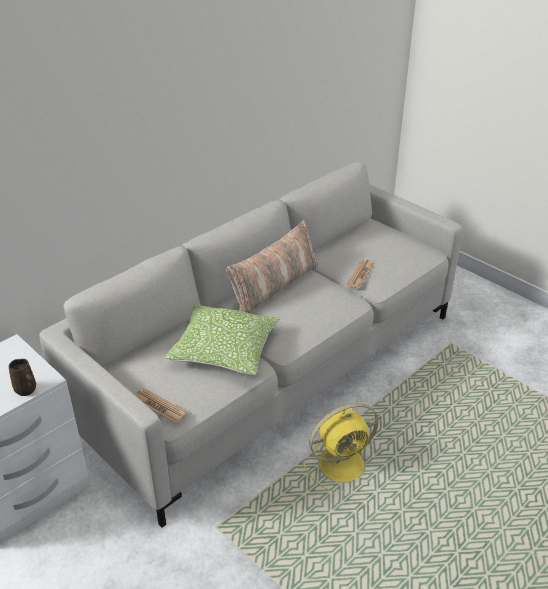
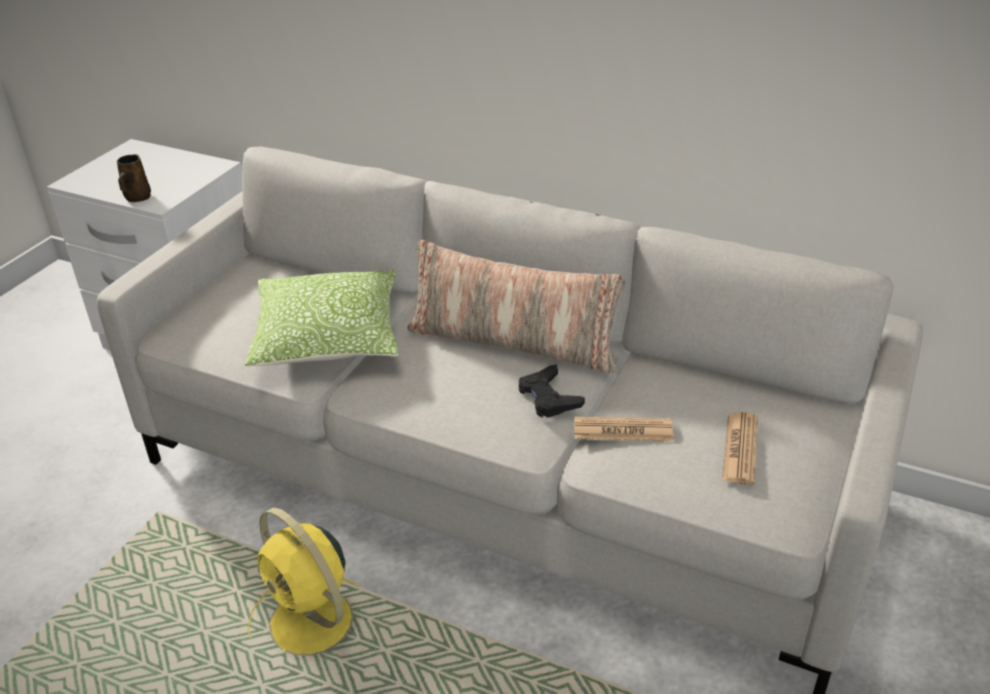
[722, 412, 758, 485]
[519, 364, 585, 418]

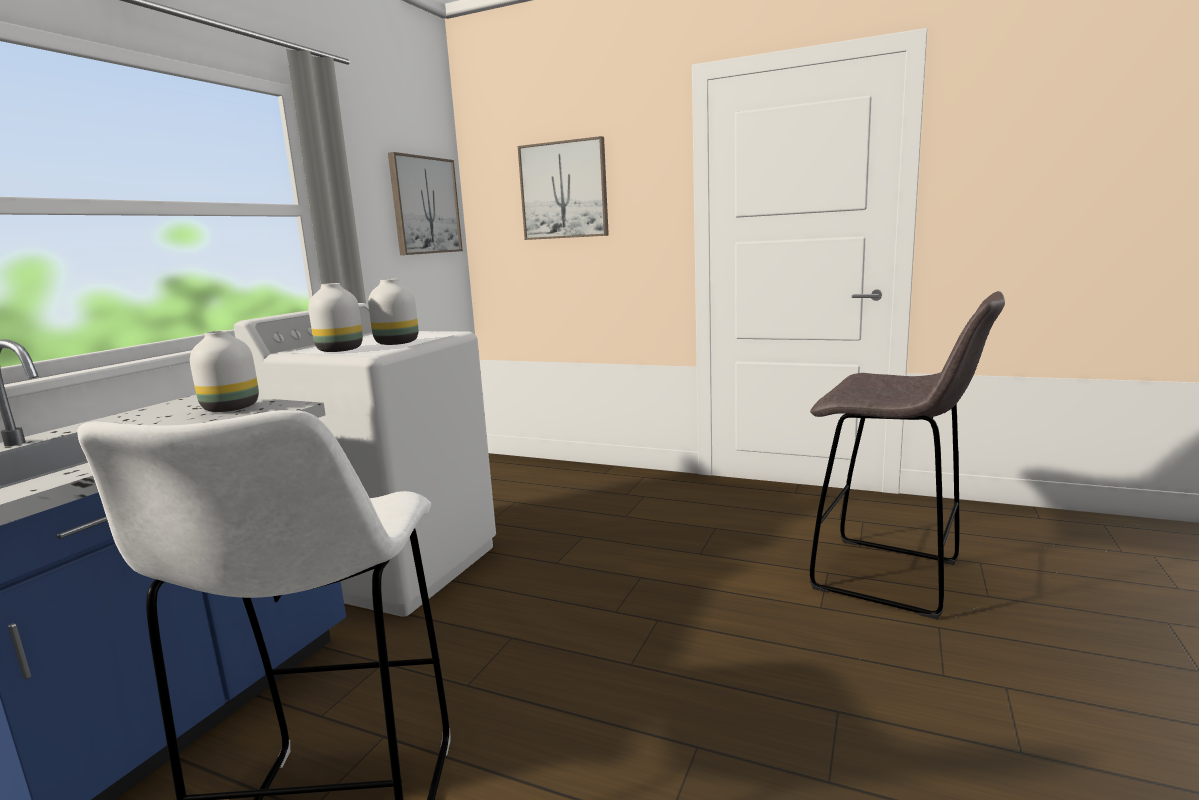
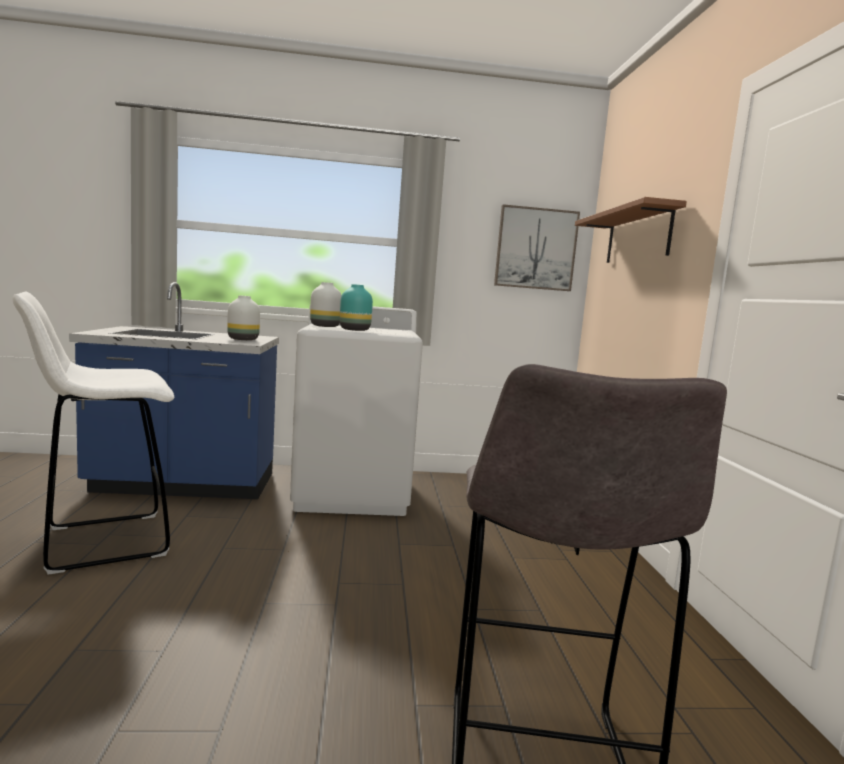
[340, 284, 373, 331]
[575, 197, 687, 263]

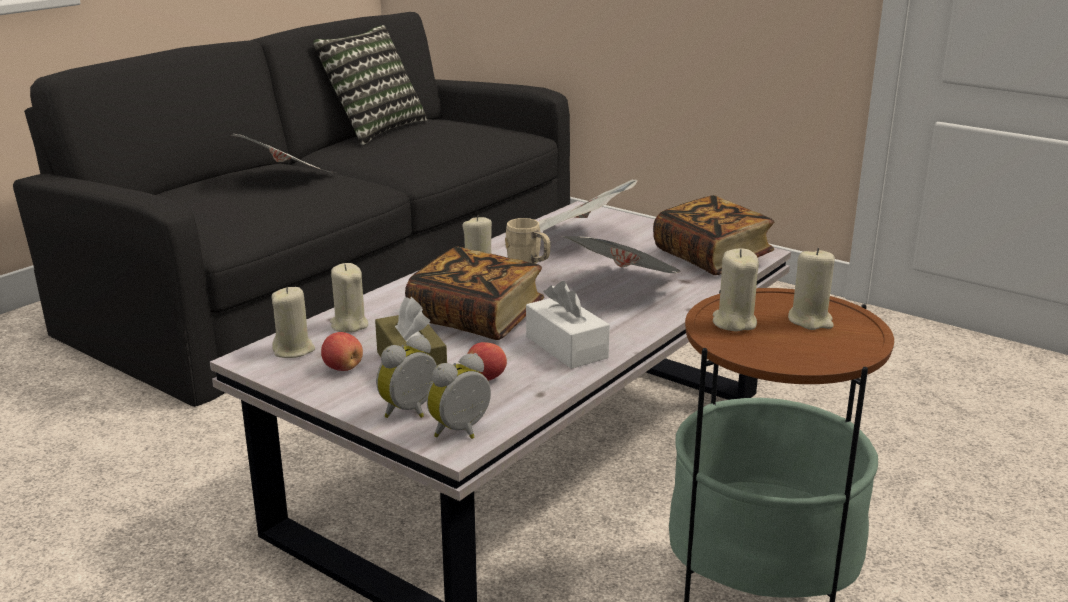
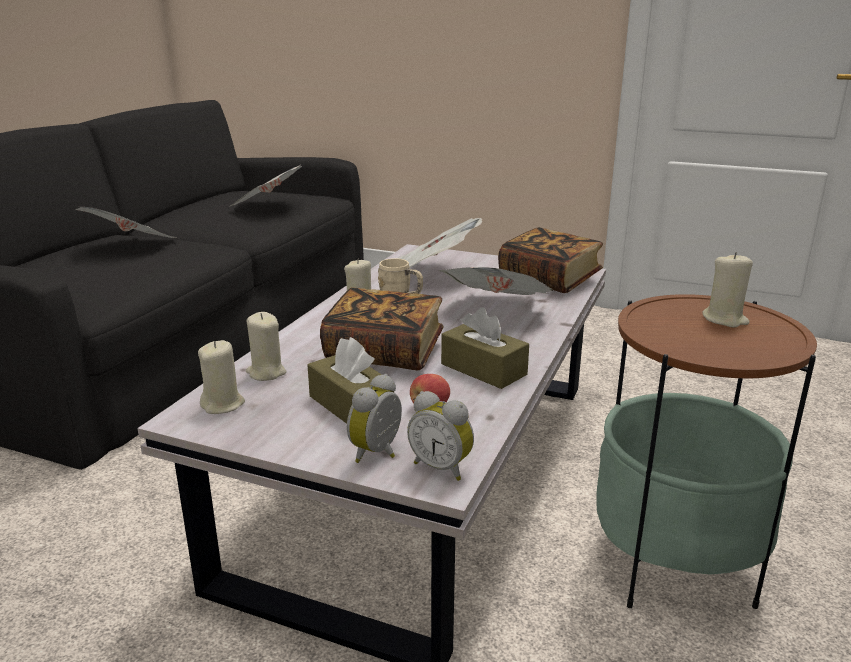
[313, 25, 428, 145] (first image)
[321, 332, 363, 371] (first image)
[407, 391, 474, 481]
[441, 308, 529, 389]
[713, 248, 759, 332] (first image)
[230, 165, 302, 206]

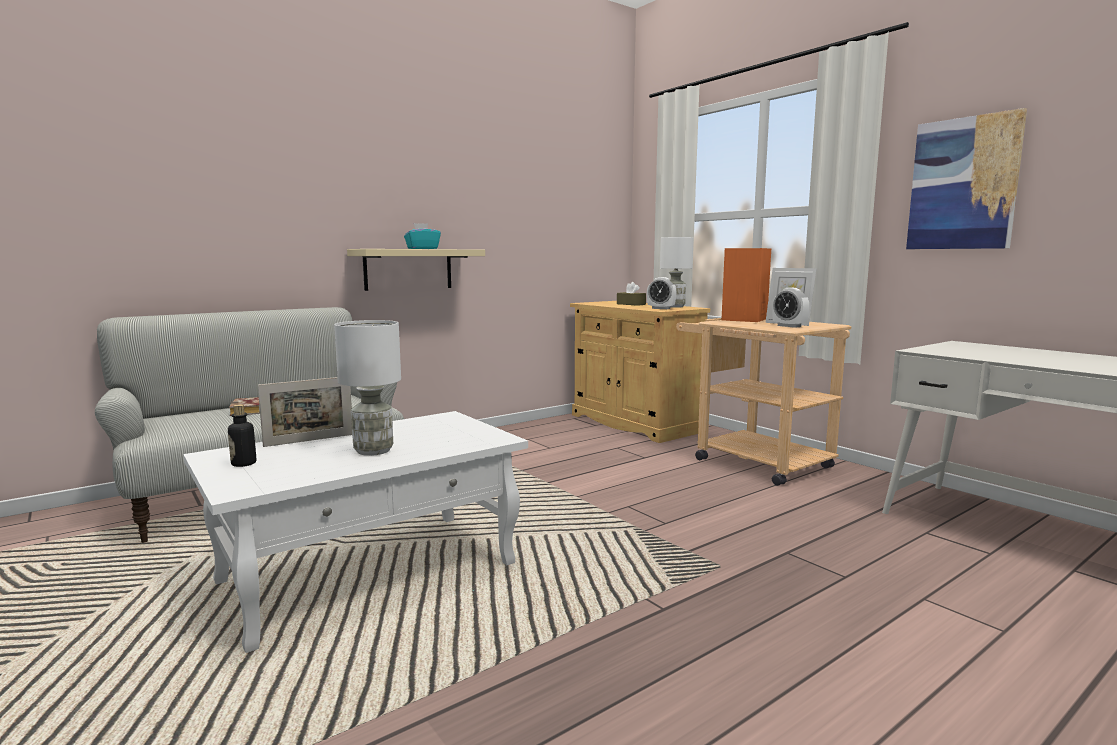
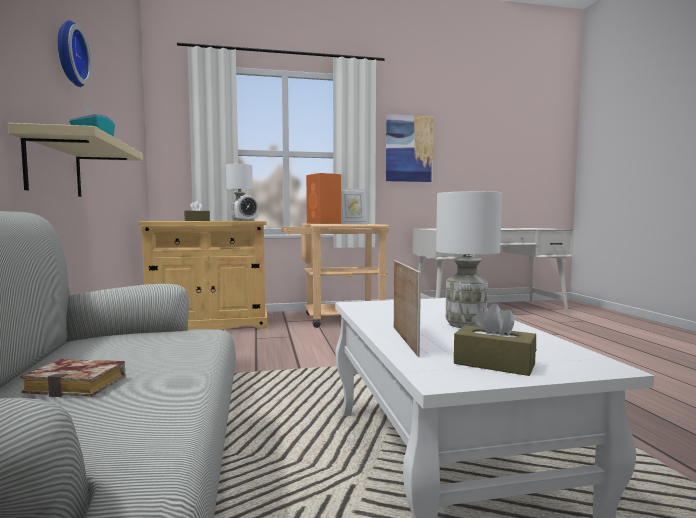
[454, 304, 536, 376]
[772, 288, 809, 328] (first image)
[58, 20, 91, 87]

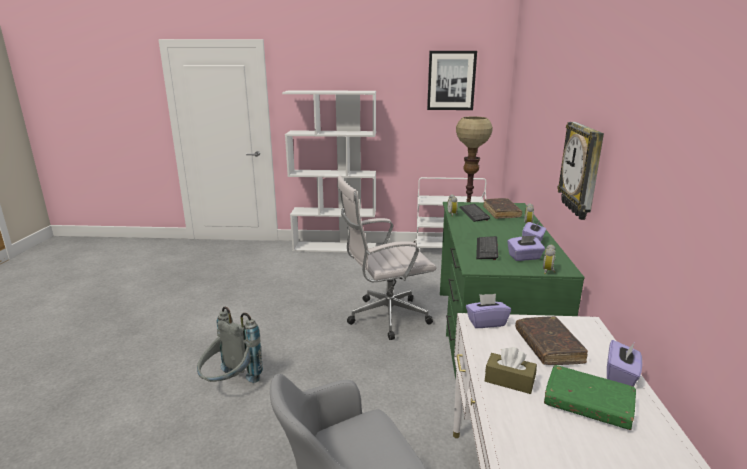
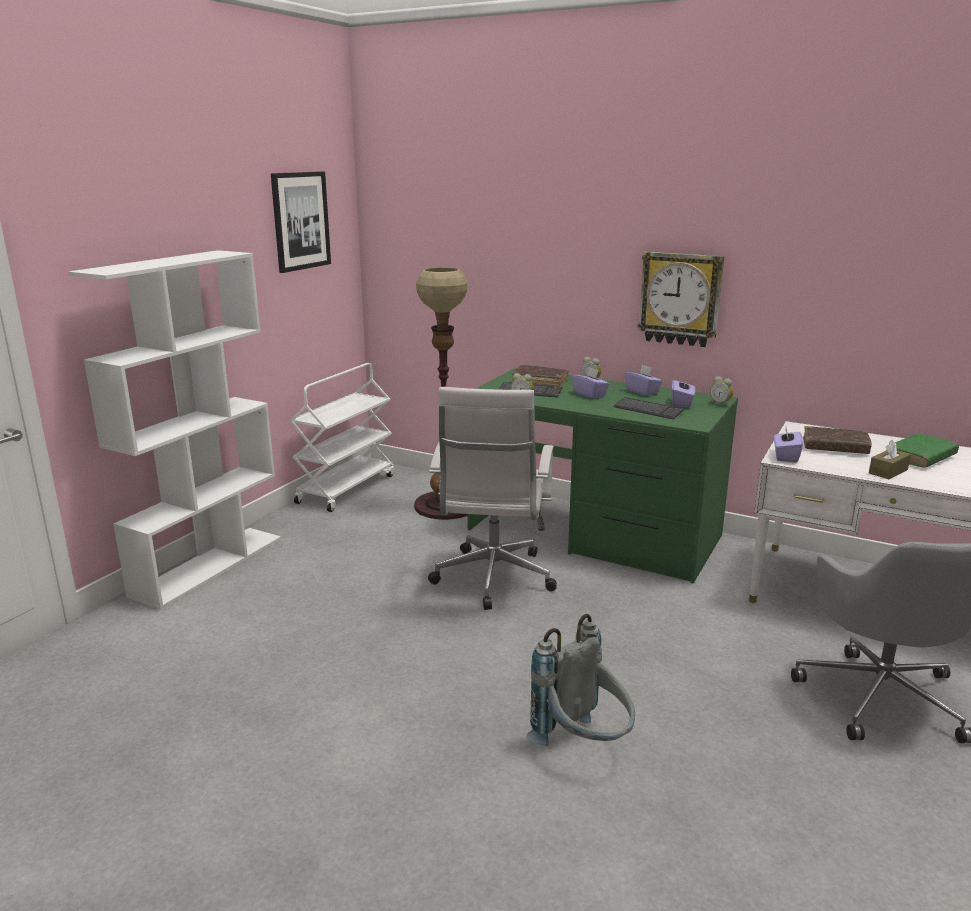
[572, 367, 609, 399]

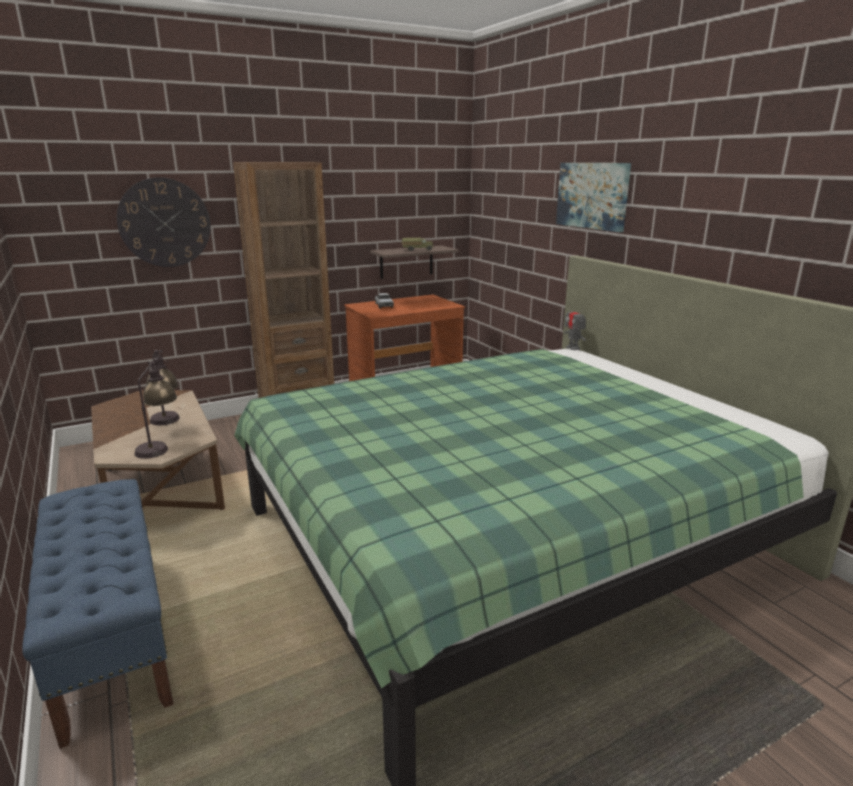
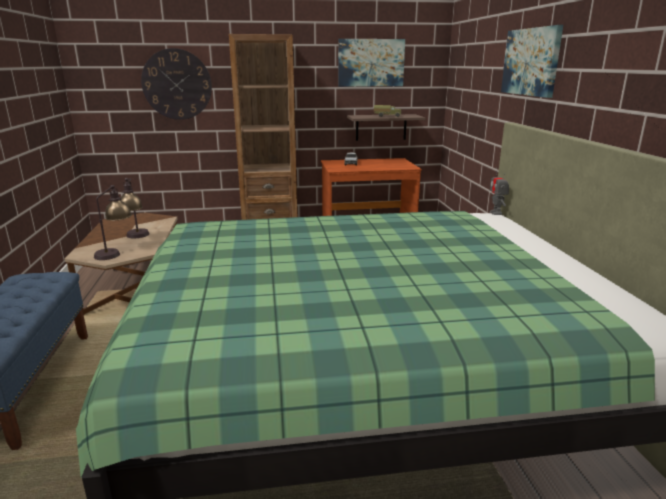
[338, 39, 405, 87]

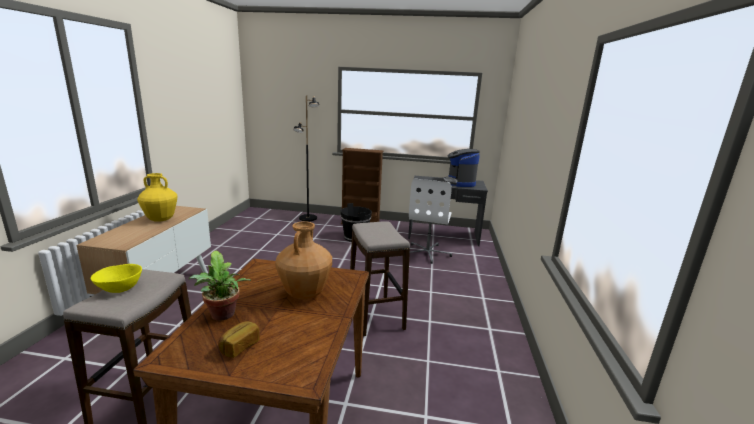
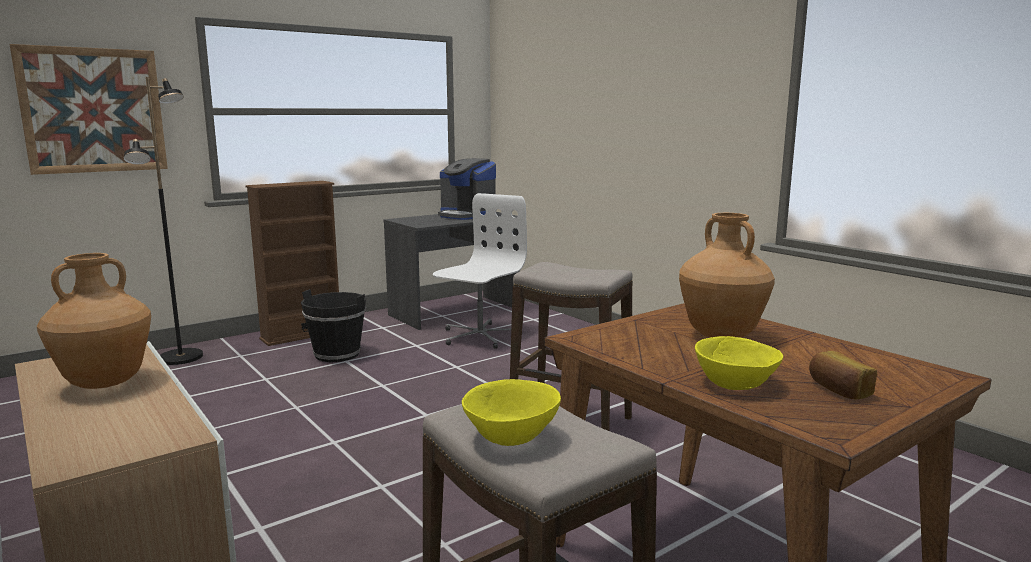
[37, 253, 151, 389]
[695, 336, 783, 390]
[433, 193, 527, 349]
[10, 44, 168, 175]

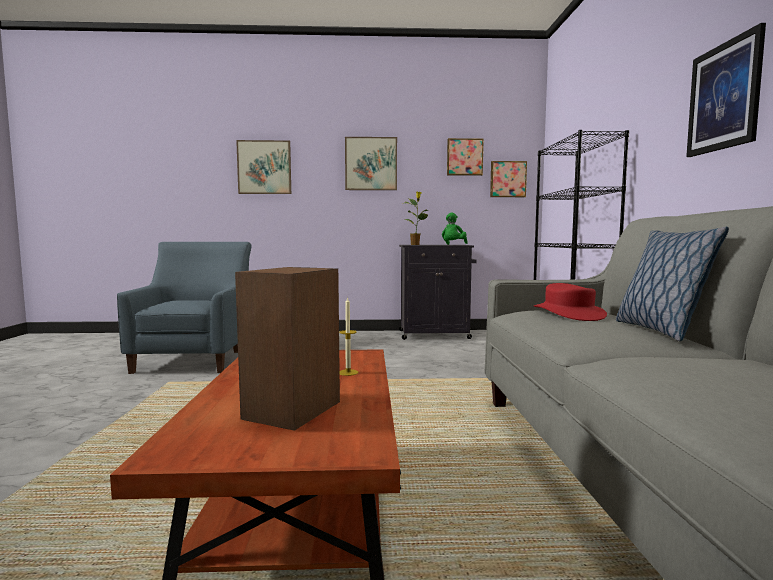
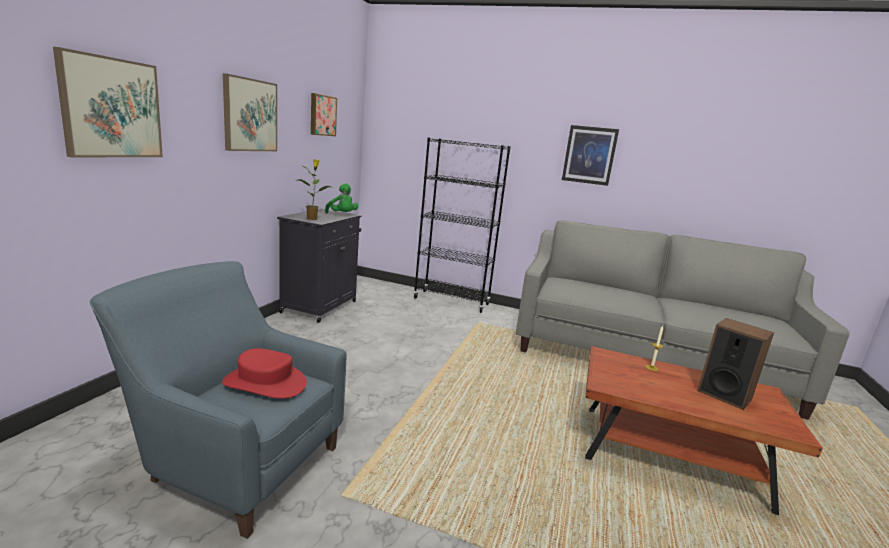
[490, 161, 527, 197] (first image)
[222, 348, 307, 399]
[616, 227, 729, 341] (first image)

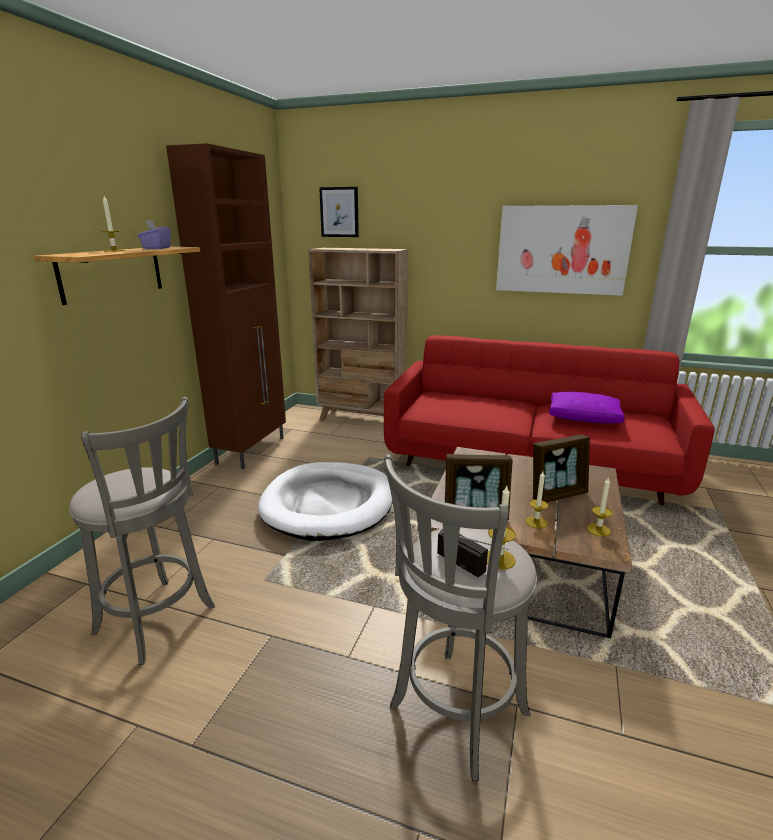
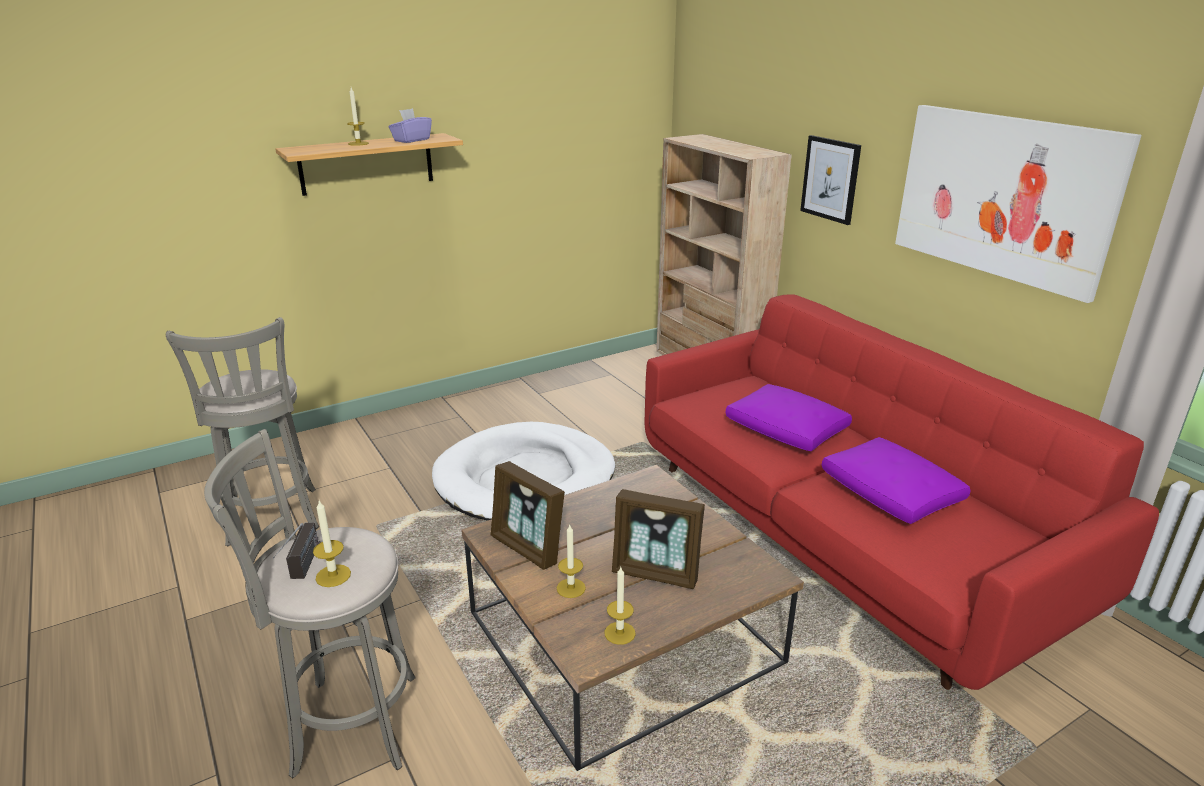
[166, 143, 286, 469] (first image)
[800, 135, 861, 225]
[726, 384, 852, 451]

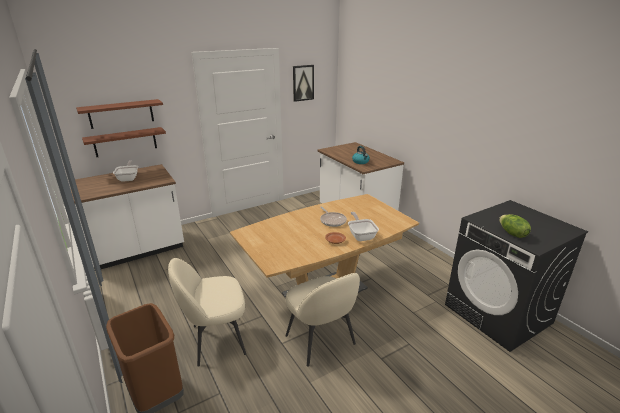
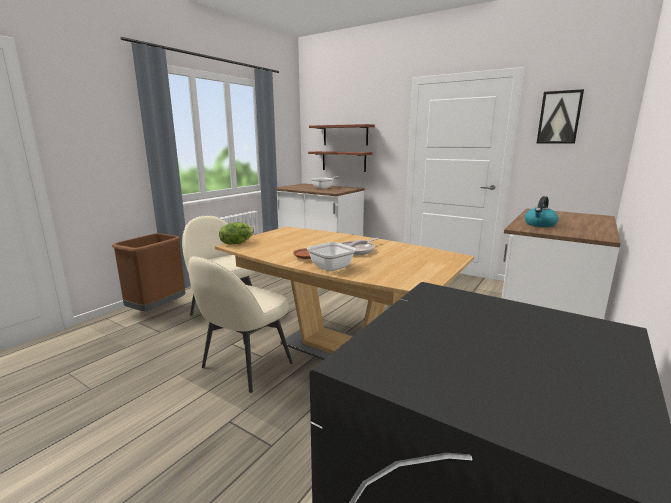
[219, 223, 254, 244]

